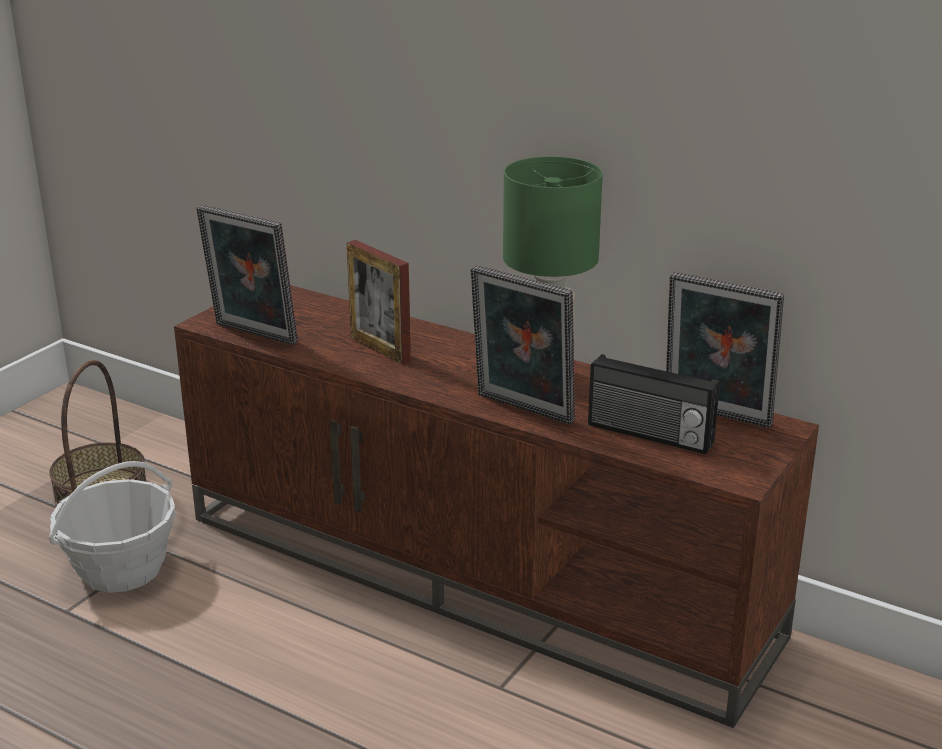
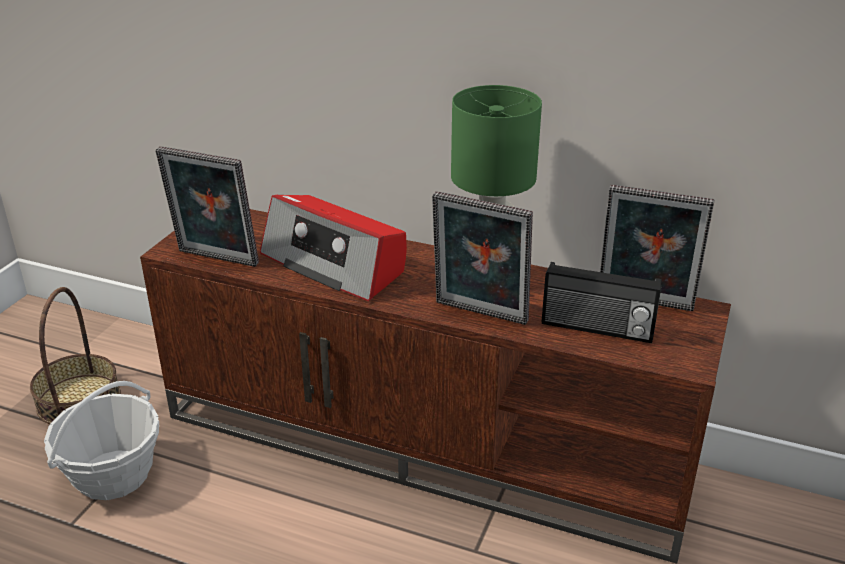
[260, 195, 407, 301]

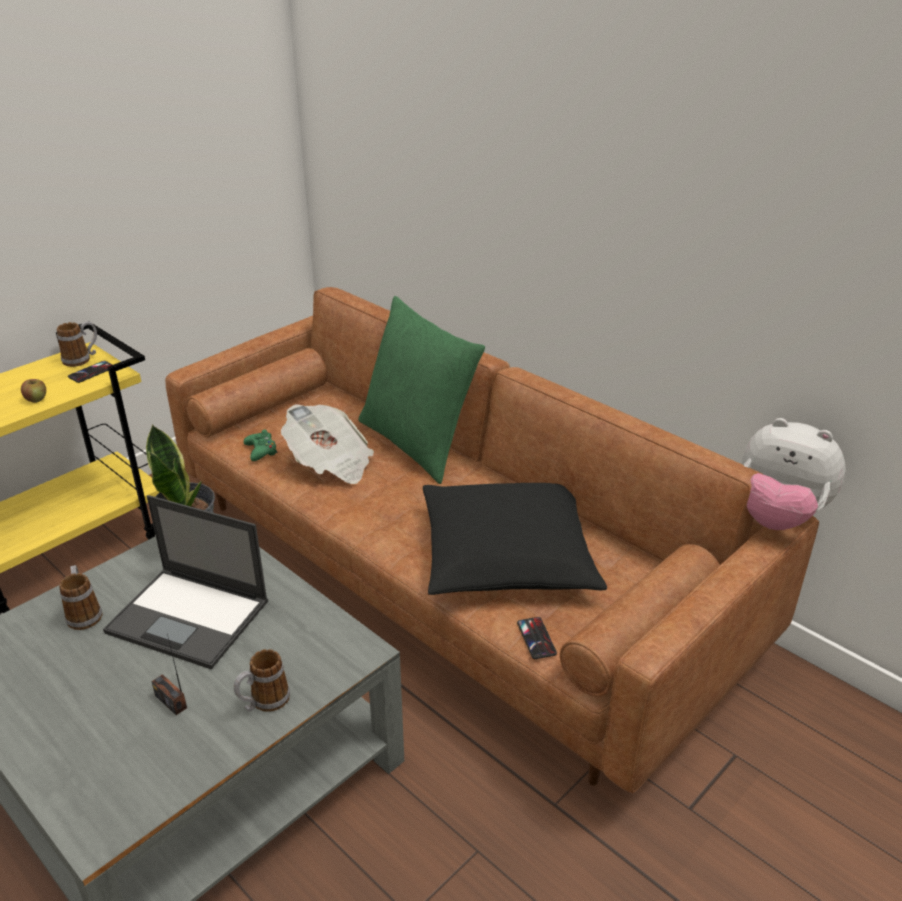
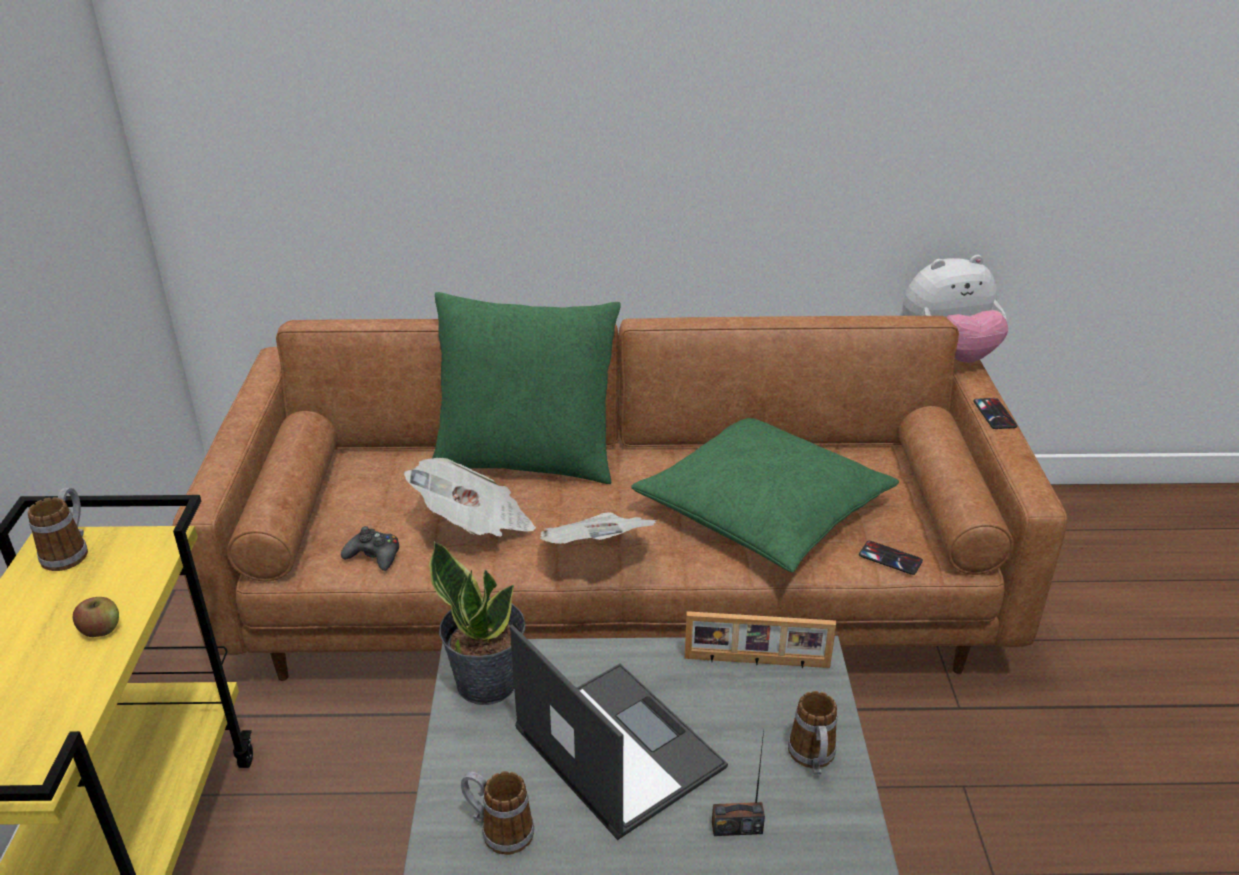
[973, 398, 1017, 429]
[510, 624, 728, 840]
[341, 526, 399, 571]
[631, 418, 899, 572]
[540, 512, 657, 544]
[685, 611, 836, 669]

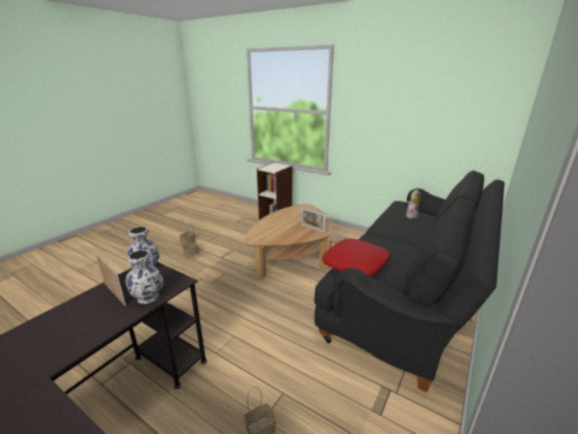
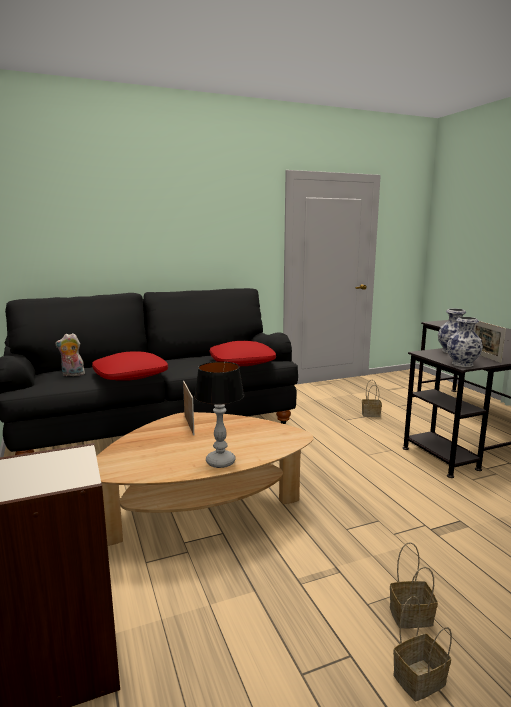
[92, 351, 168, 381]
[194, 361, 244, 468]

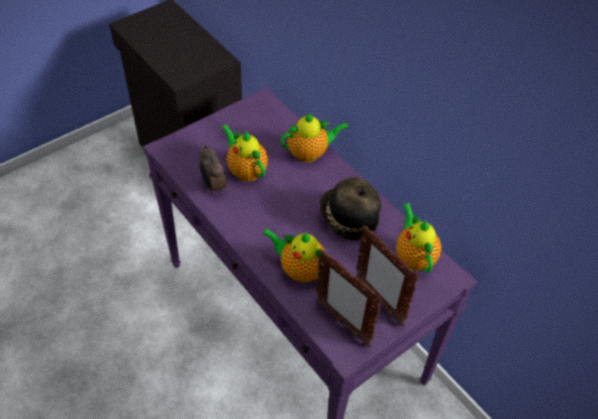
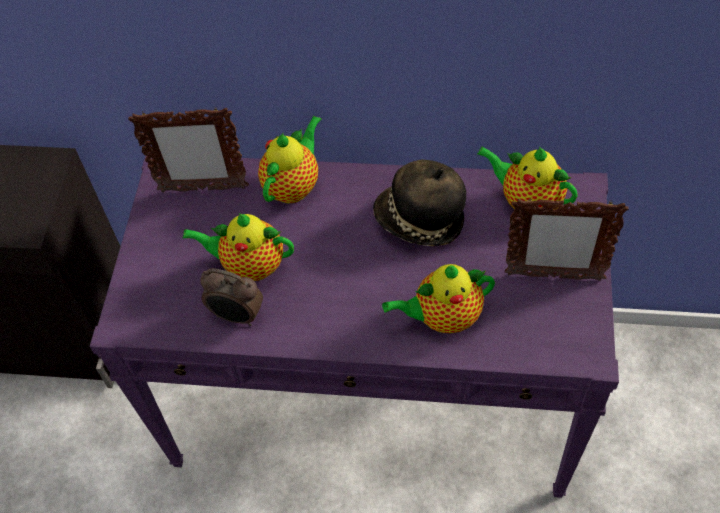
[128, 107, 249, 192]

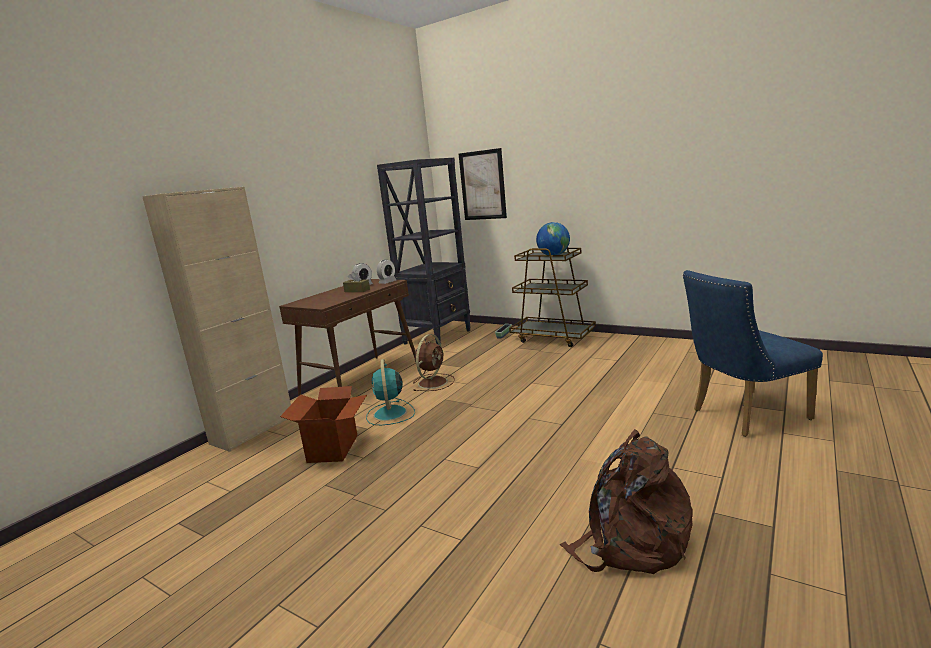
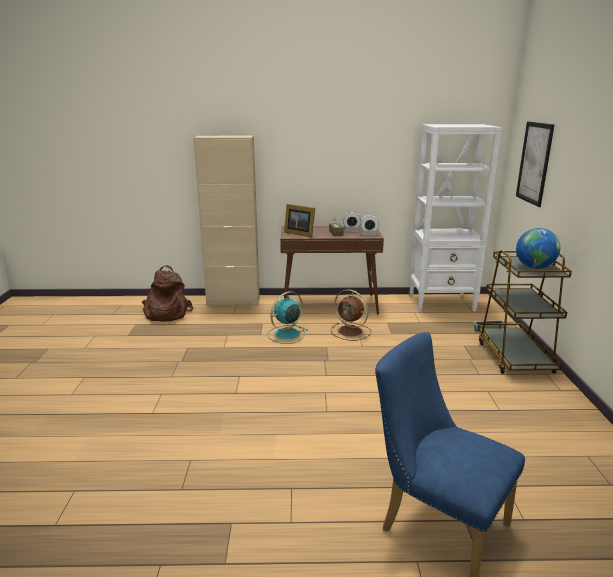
[280, 386, 367, 463] (first image)
[409, 124, 502, 312]
[331, 289, 371, 341]
[142, 265, 193, 321]
[284, 204, 315, 237]

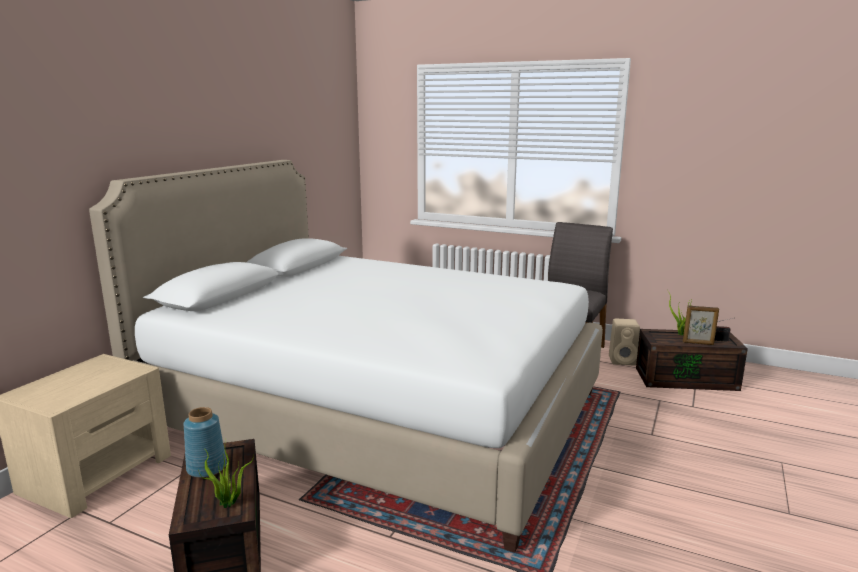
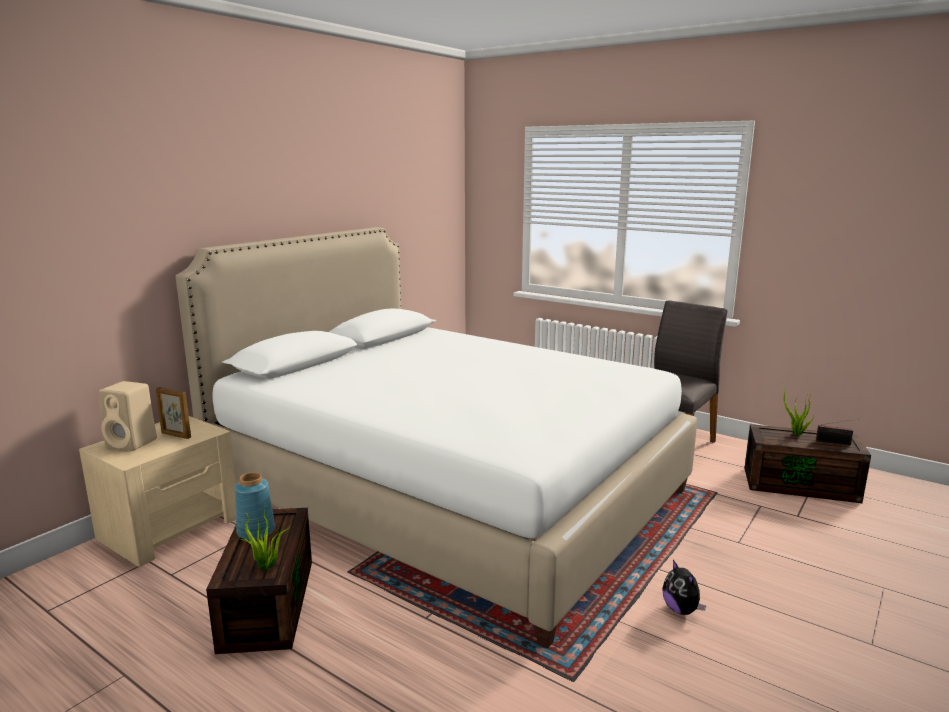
[99, 381, 157, 451]
[156, 387, 191, 439]
[662, 560, 706, 615]

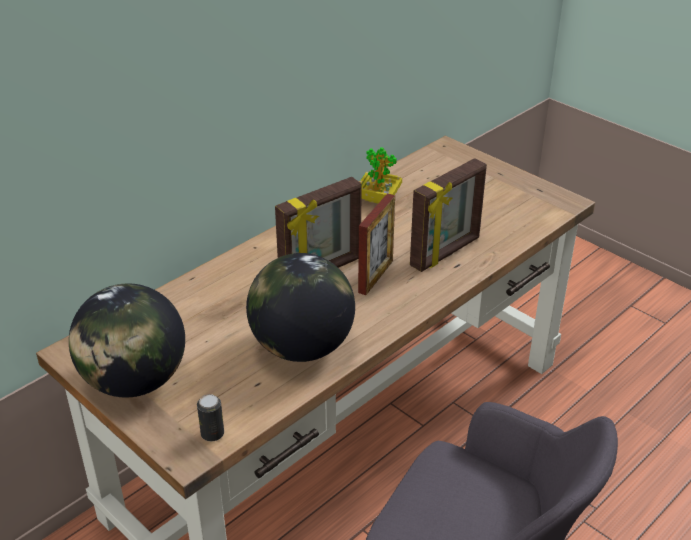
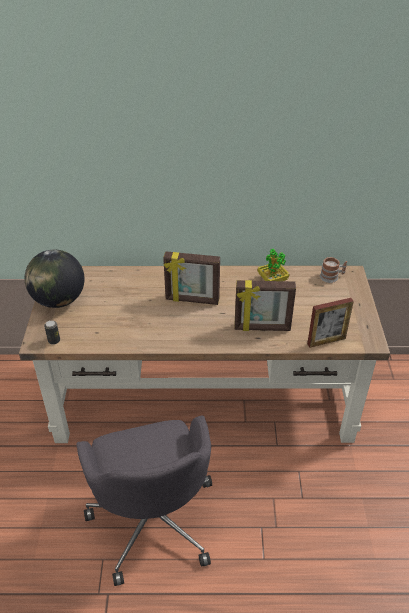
[246, 253, 355, 362] (first image)
[307, 298, 354, 348]
[320, 257, 347, 283]

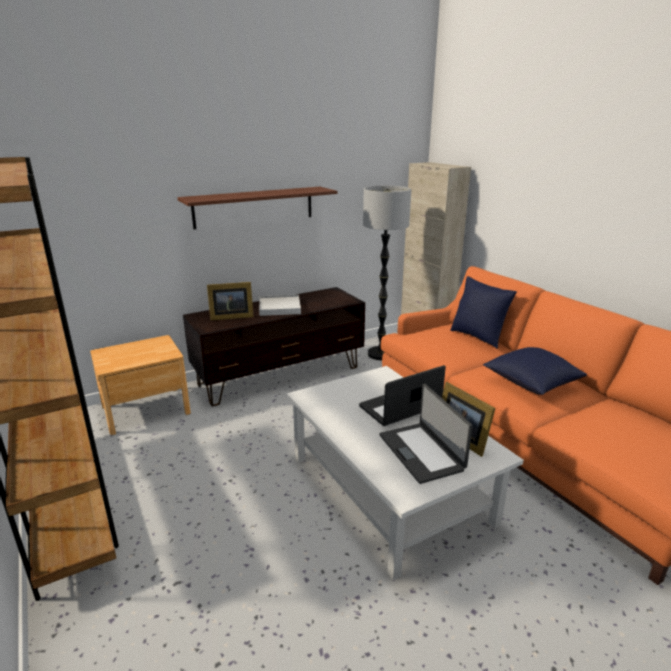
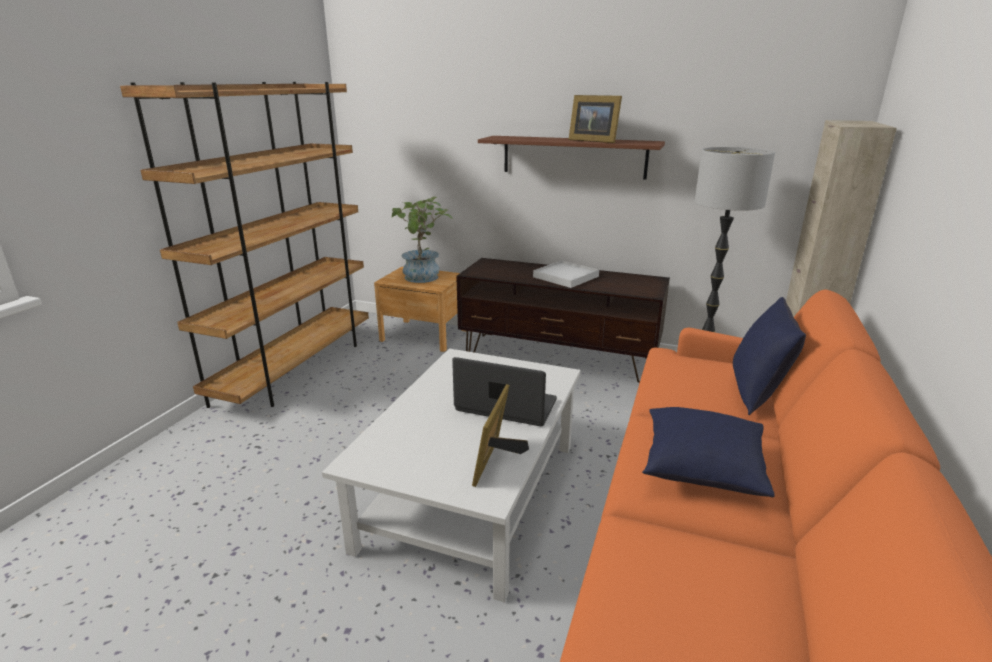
[568, 95, 622, 143]
[379, 384, 472, 484] (first image)
[392, 196, 453, 283]

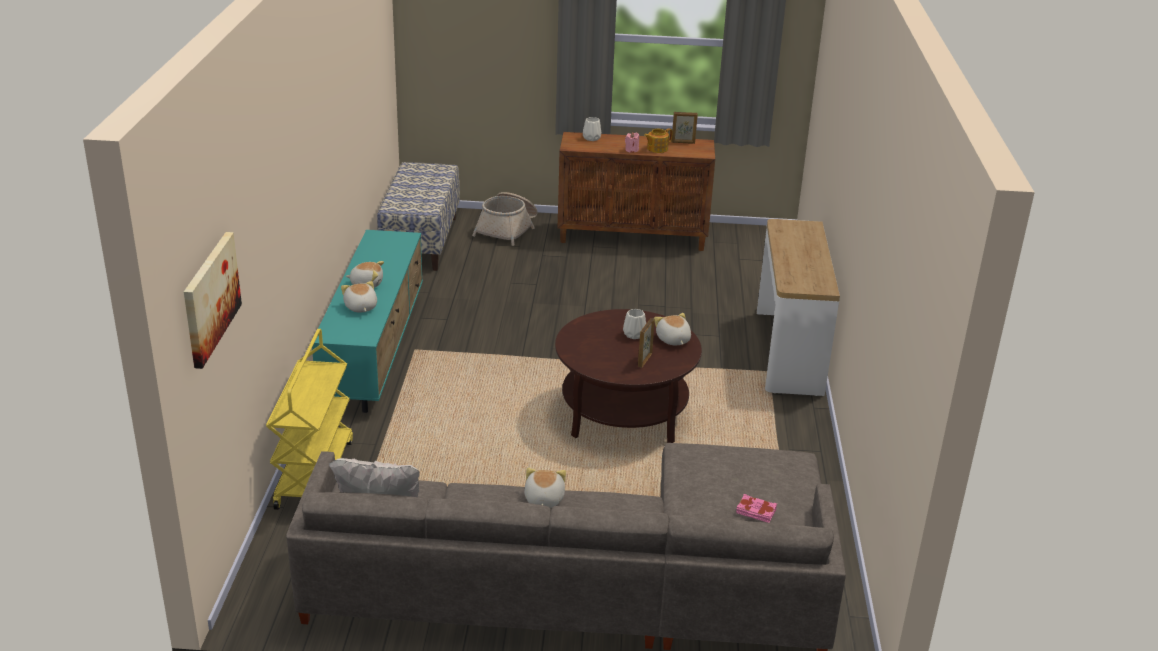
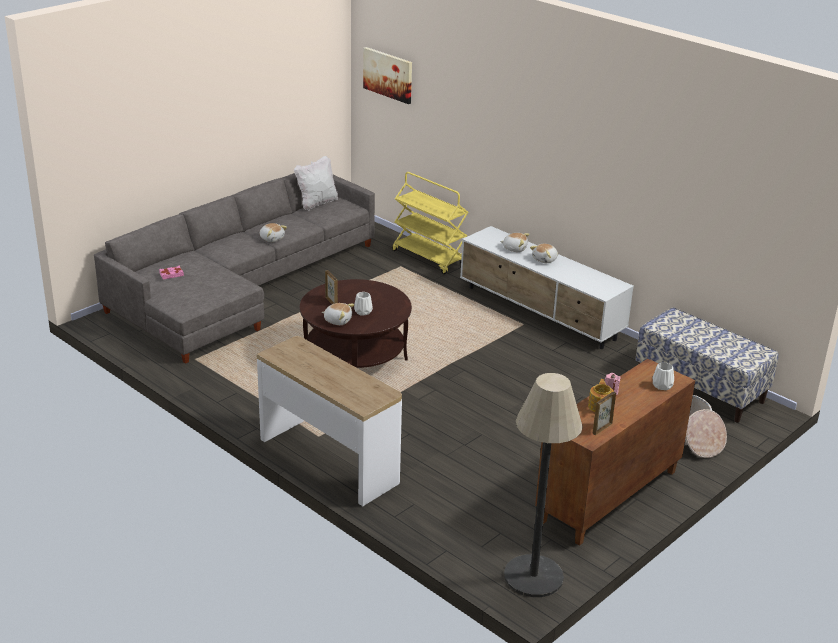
[460, 226, 634, 349]
[504, 373, 583, 597]

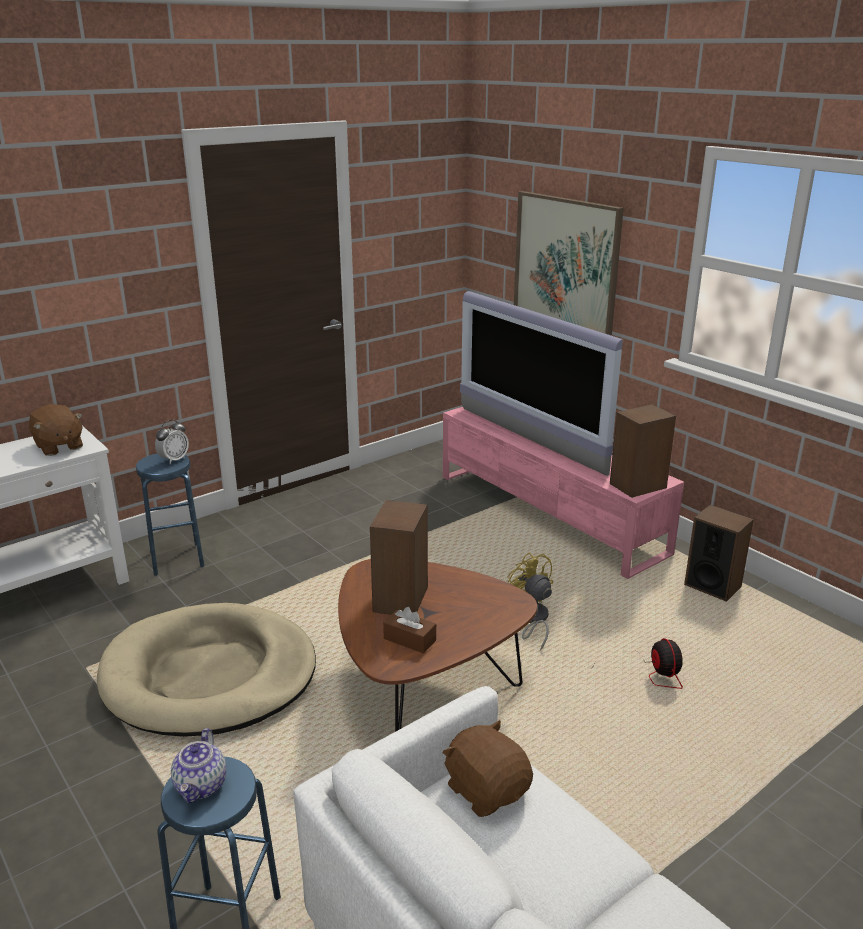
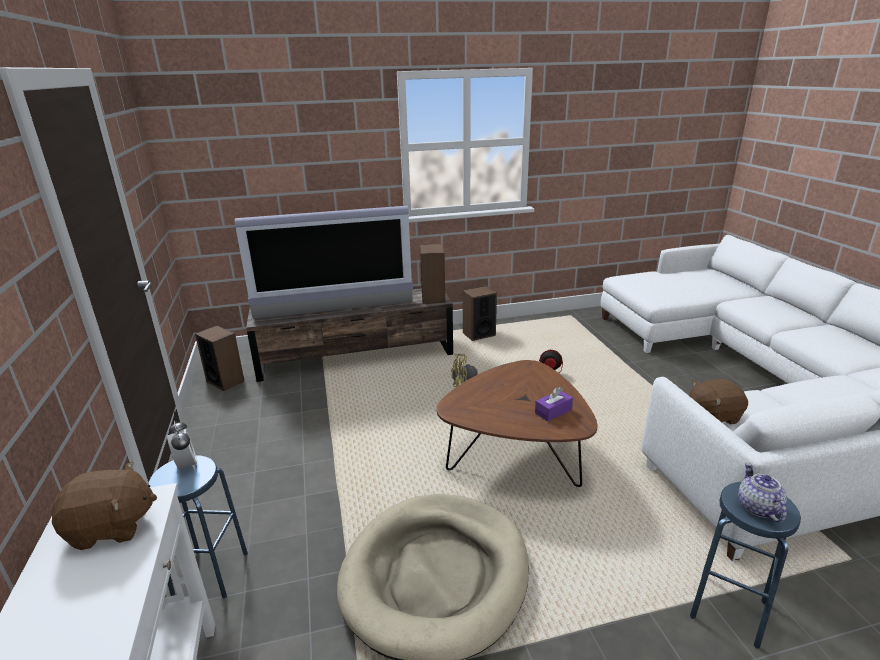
[738, 463, 787, 522]
[195, 326, 245, 391]
[535, 387, 573, 422]
[246, 288, 453, 382]
[514, 191, 624, 336] (first image)

